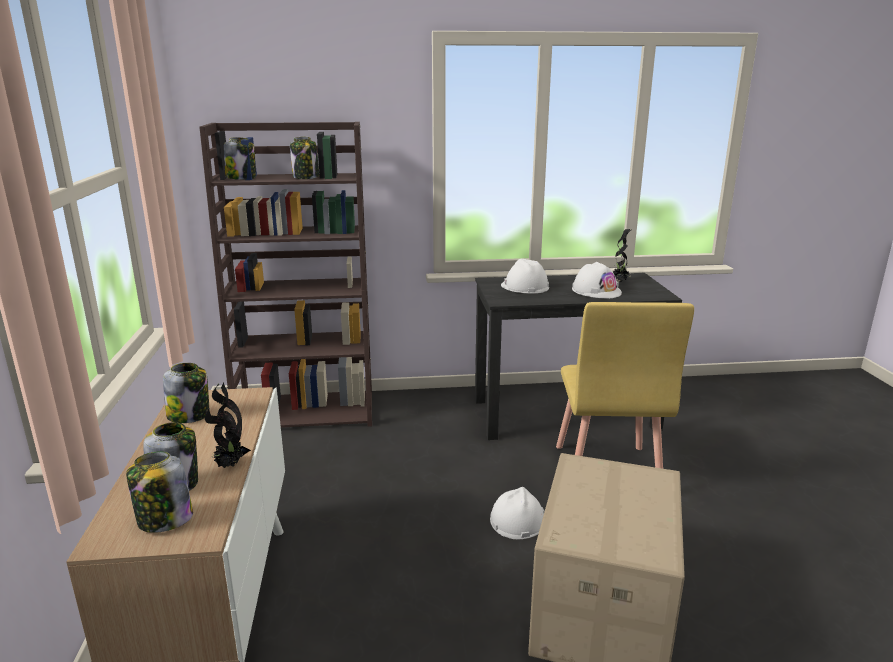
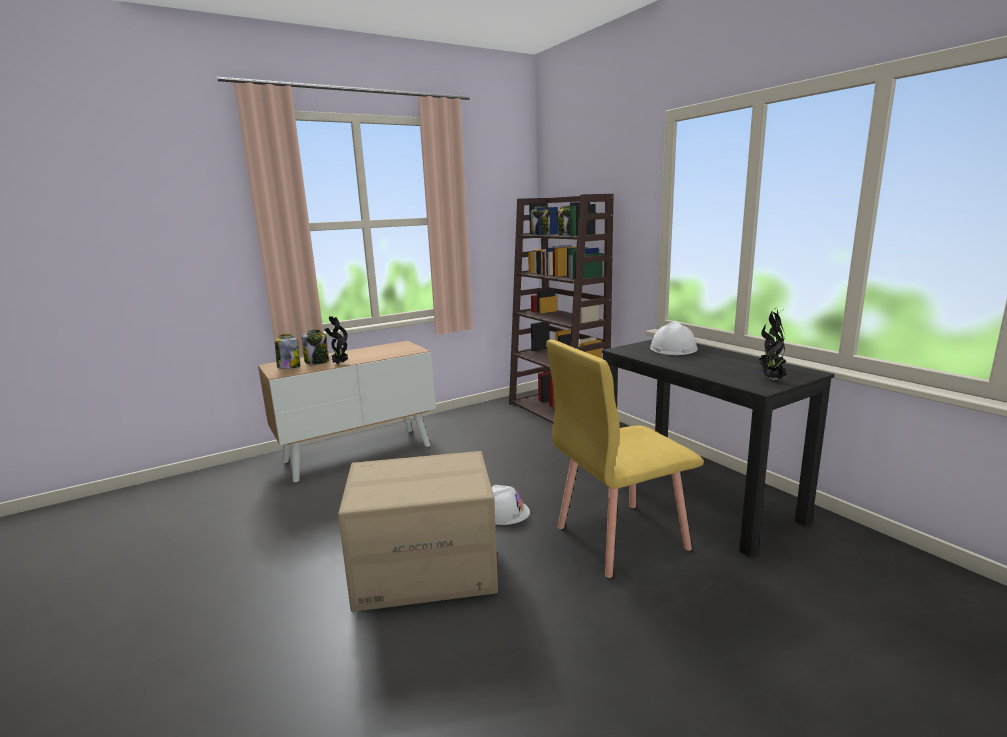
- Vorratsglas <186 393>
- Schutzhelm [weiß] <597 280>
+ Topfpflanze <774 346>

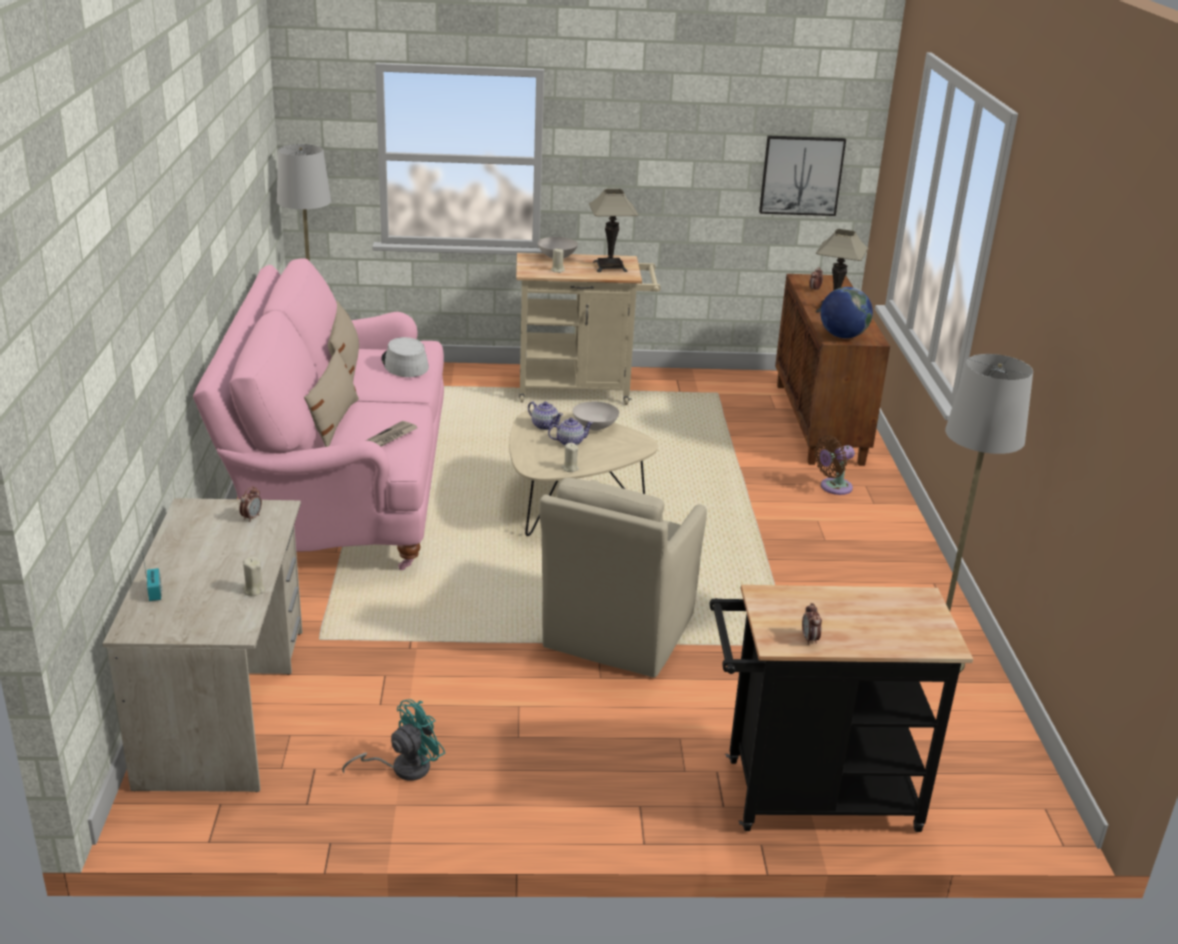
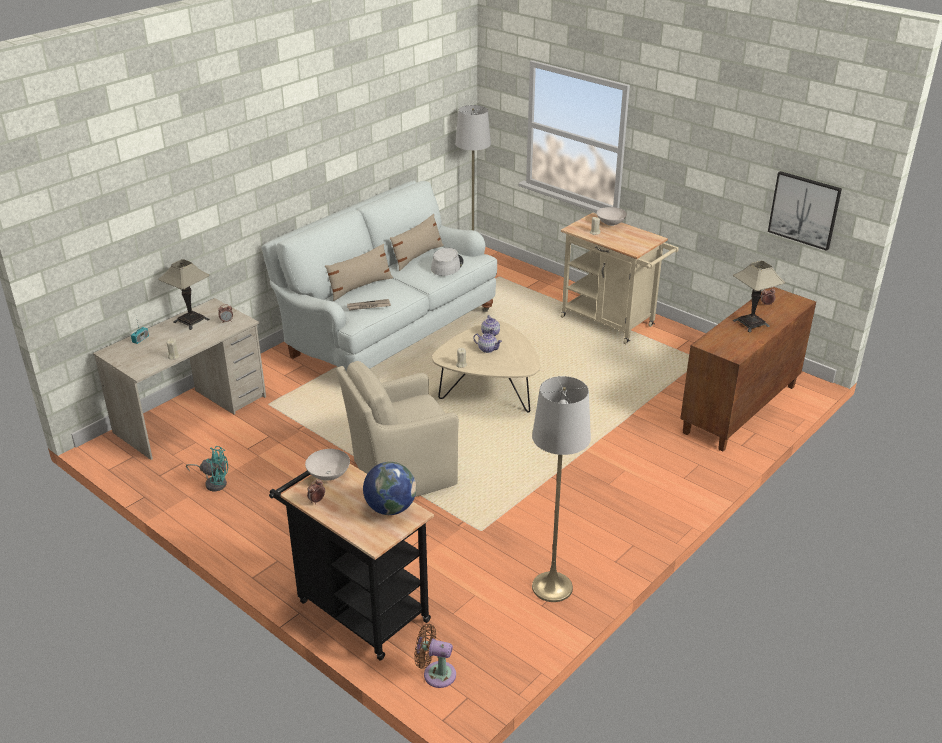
~ Sofa [rosa] <318 414> to Sofa [weiß] <379 276>
~ Schüssel [weiß] <596 416> to <327 465>
~ Tischlampe <614 230> to <184 294>
~ Ventilator [braun] <834 465> to <435 656>
~ Globus <846 312> to <389 488>

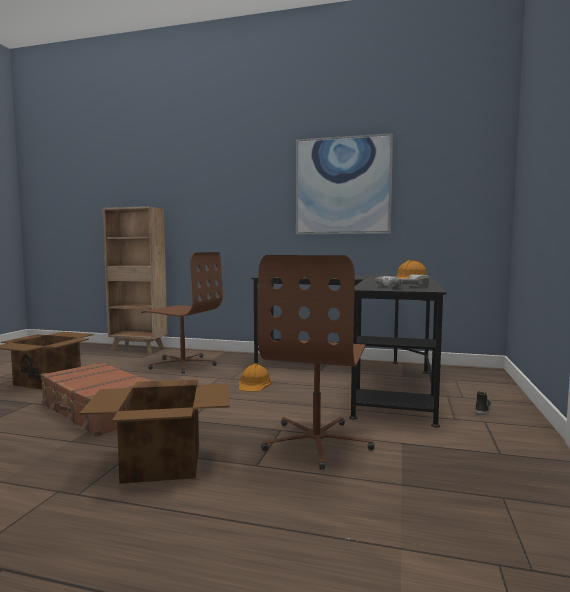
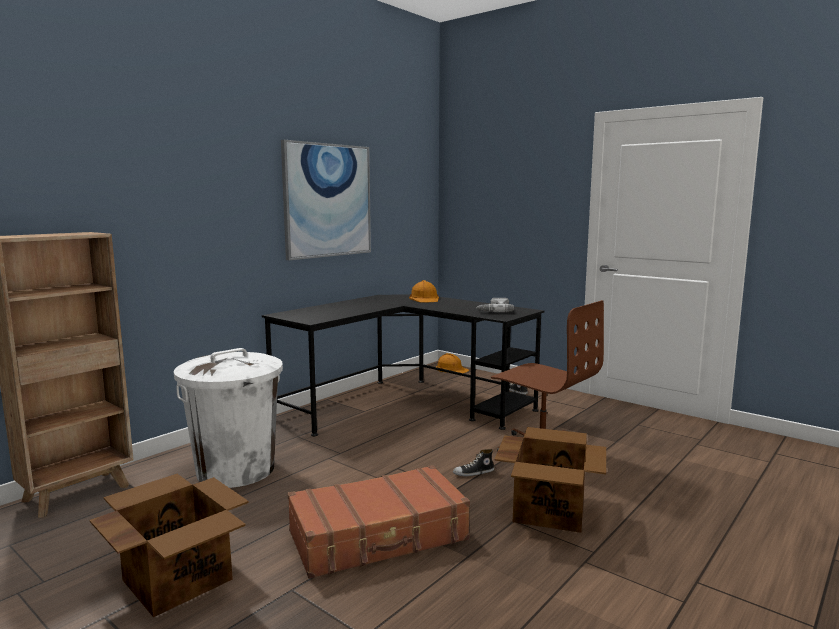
~ Bürostuhl [braun] <182 313> to Mülleimer [weiß] <228 418>
~ Schutzhelm [orange] <255 378> to <452 363>
+ Schuh <474 462>

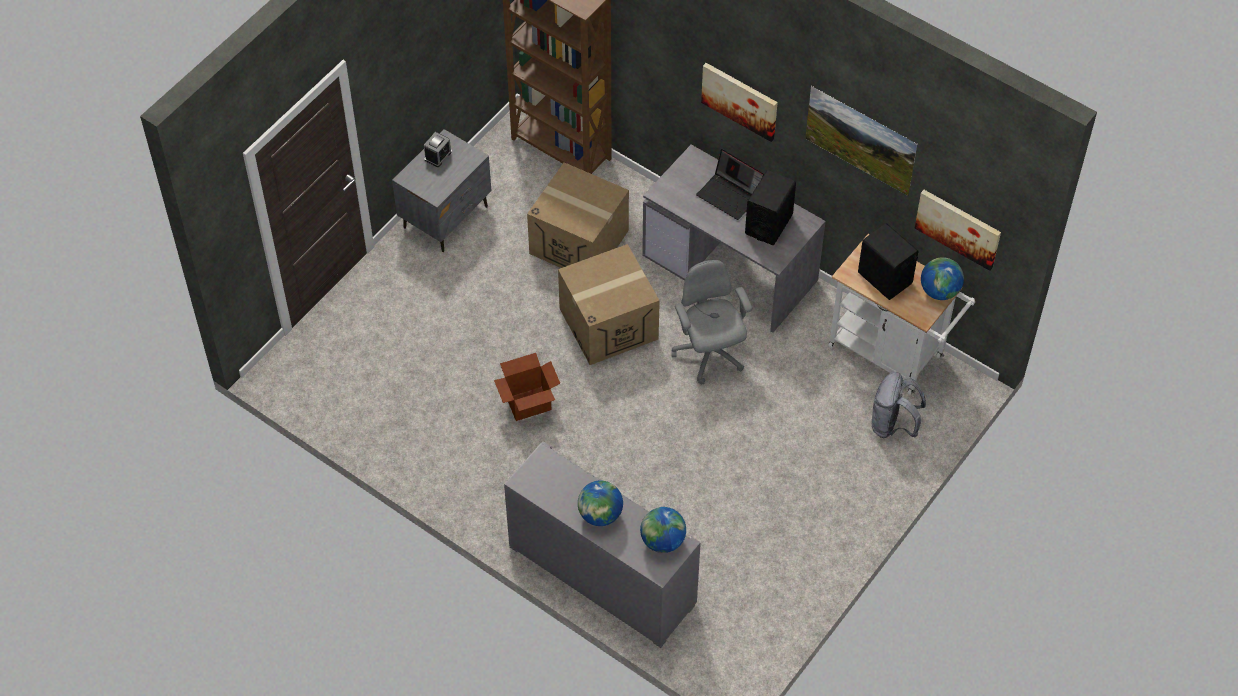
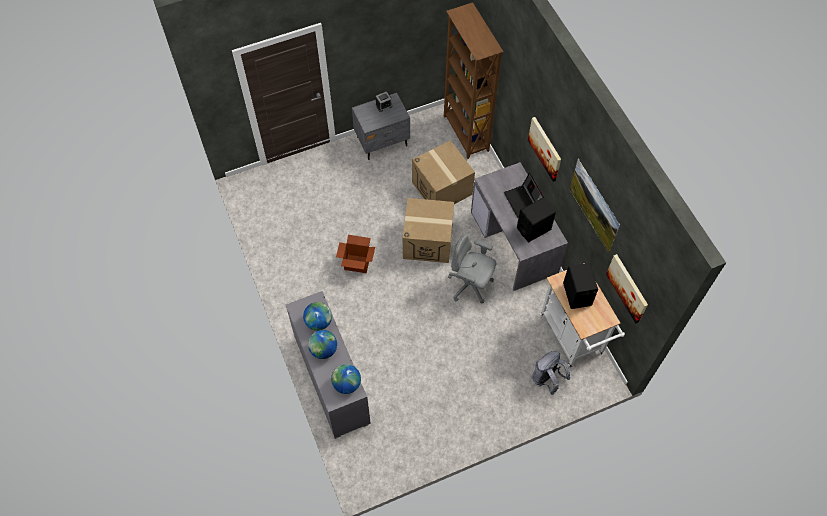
~ Bürostuhl [grau] <712 322> = <472 269> 75 degrees counterclockwise
~ Globus <942 278> to <317 316>

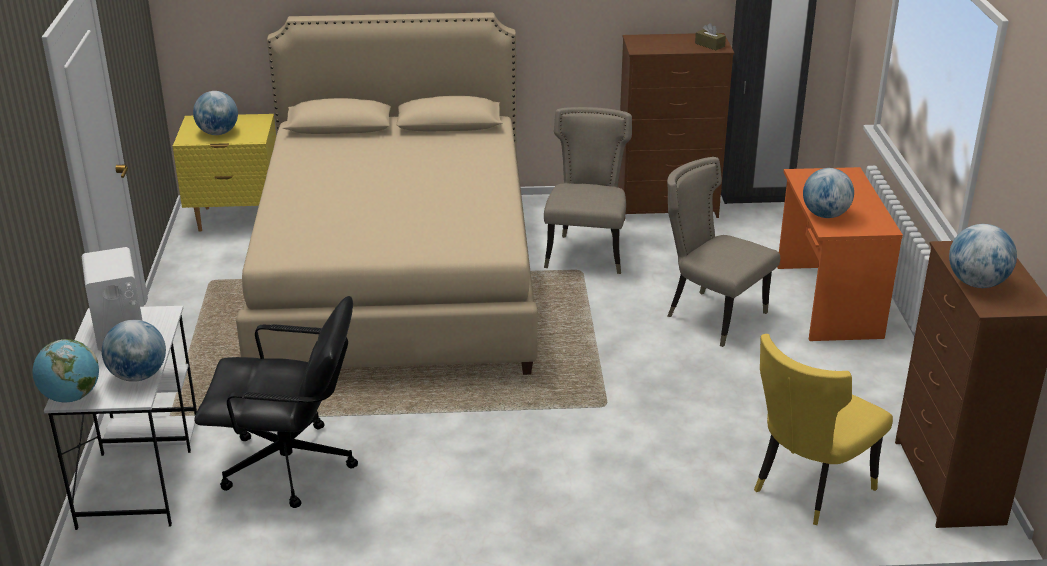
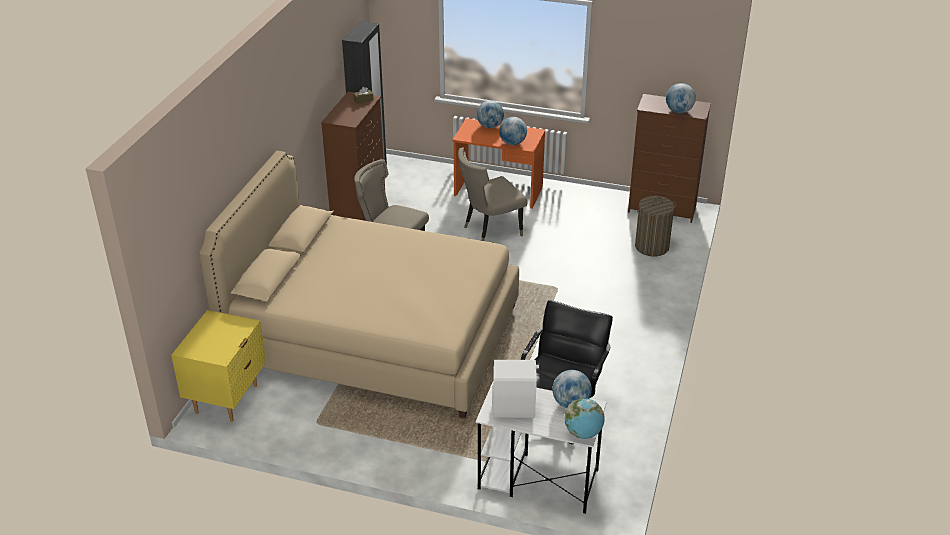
~ Globus <215 113> to <490 114>
~ Stuhl [gelb] <823 429> to Wäschekorb <655 226>

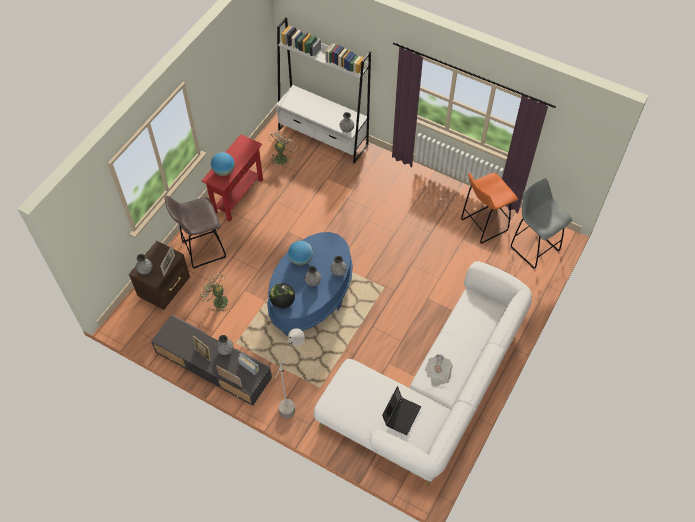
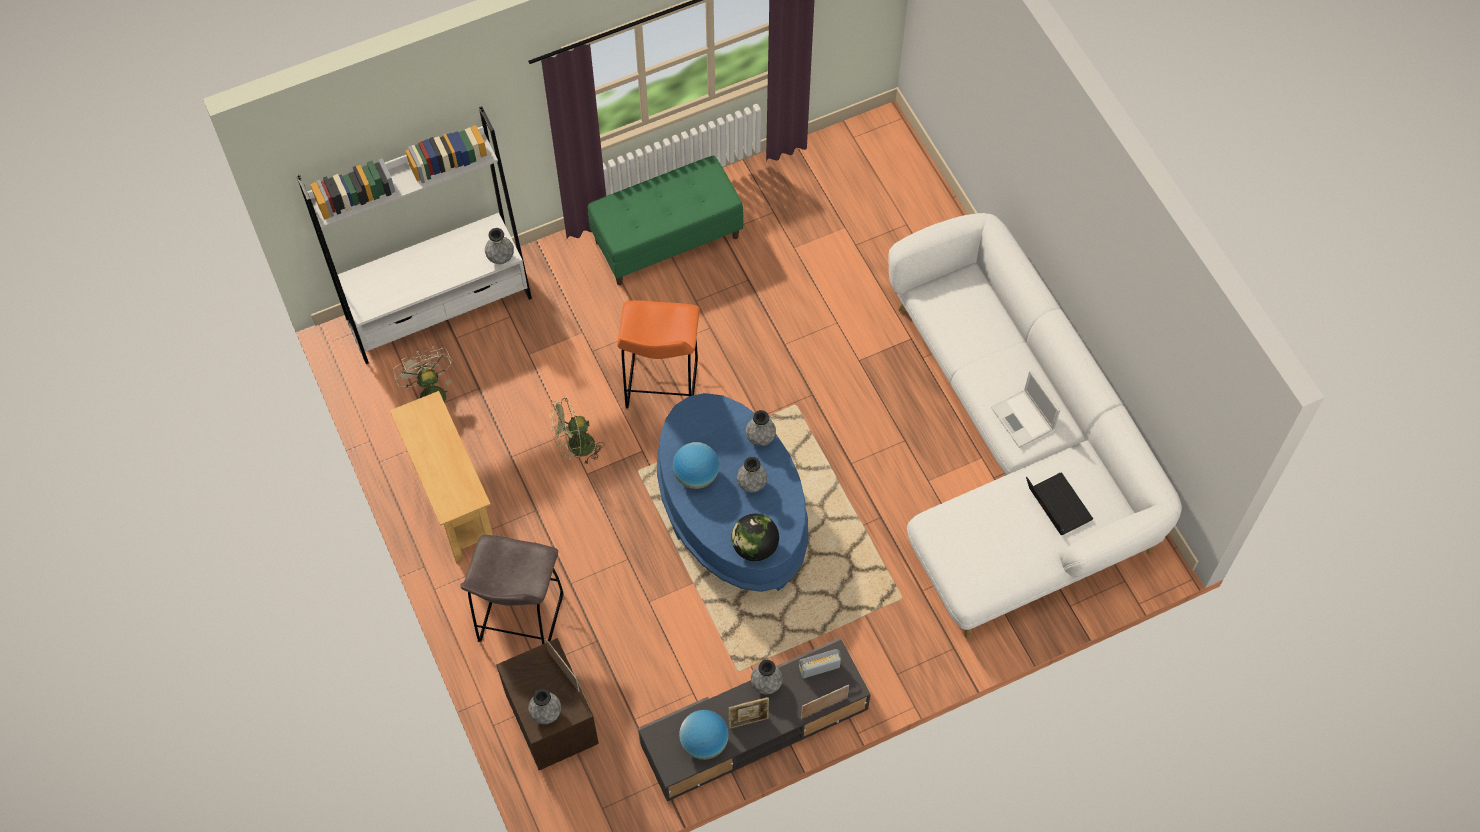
~ Ventilator [grün] <214 291> to <577 431>
~ Konsolentisch [rot] <232 177> to Konsolentisch [beige] <441 477>
~ Globus <223 164> to <704 735>
- Stehlampe [grau] <290 373>
~ Zeitung <439 370> to Laptop <1025 409>
~ Hocker [orange] <489 208> to <658 355>
- Hocker [grau] <541 223>
+ Bank [grün] <666 220>

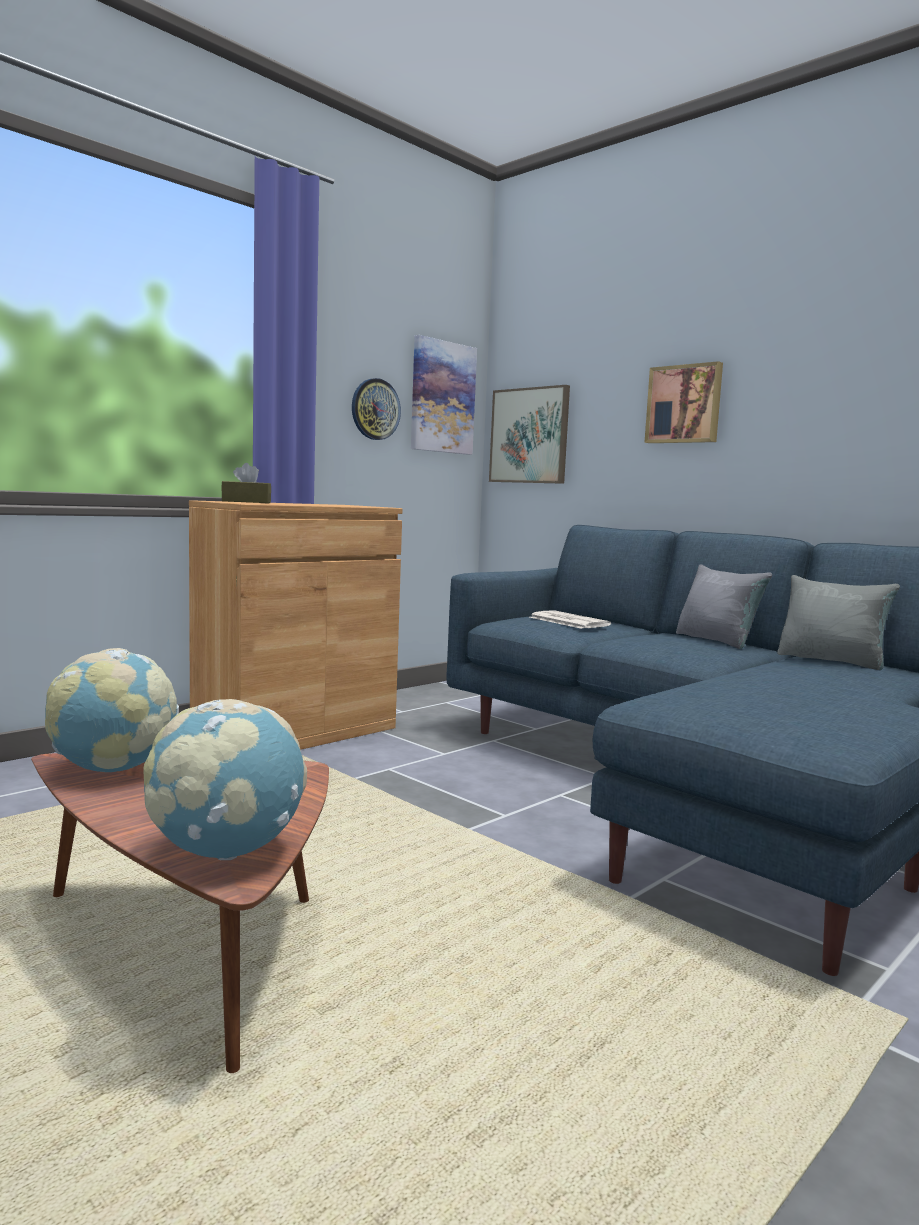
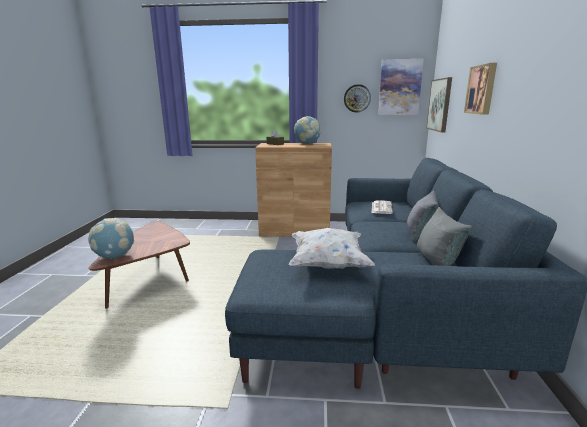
~ Globus <112 710> to <307 130>
+ Kissen [weiß] <332 248>

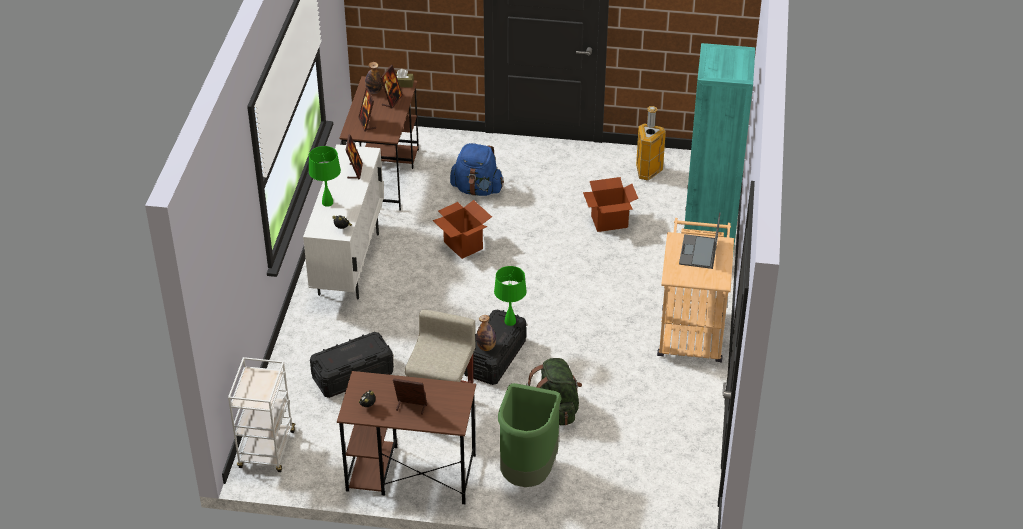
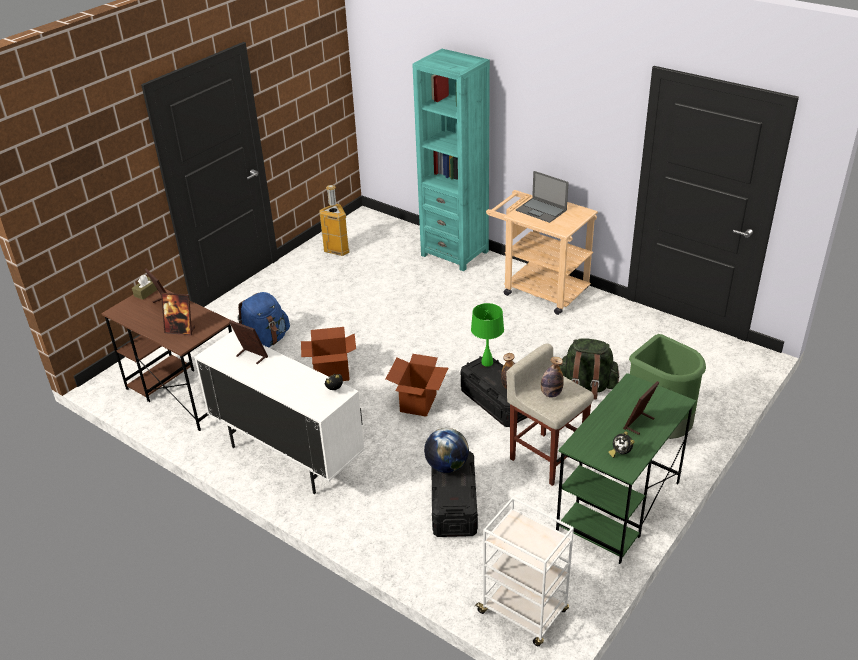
- Tischlampe [grün] <325 176>
~ Schreibtisch [braun] <406 437> to Schreibtisch [grün] <626 468>
~ Flasche <374 78> to <552 377>
~ Karton <611 204> to <417 385>
+ Globus <446 450>

